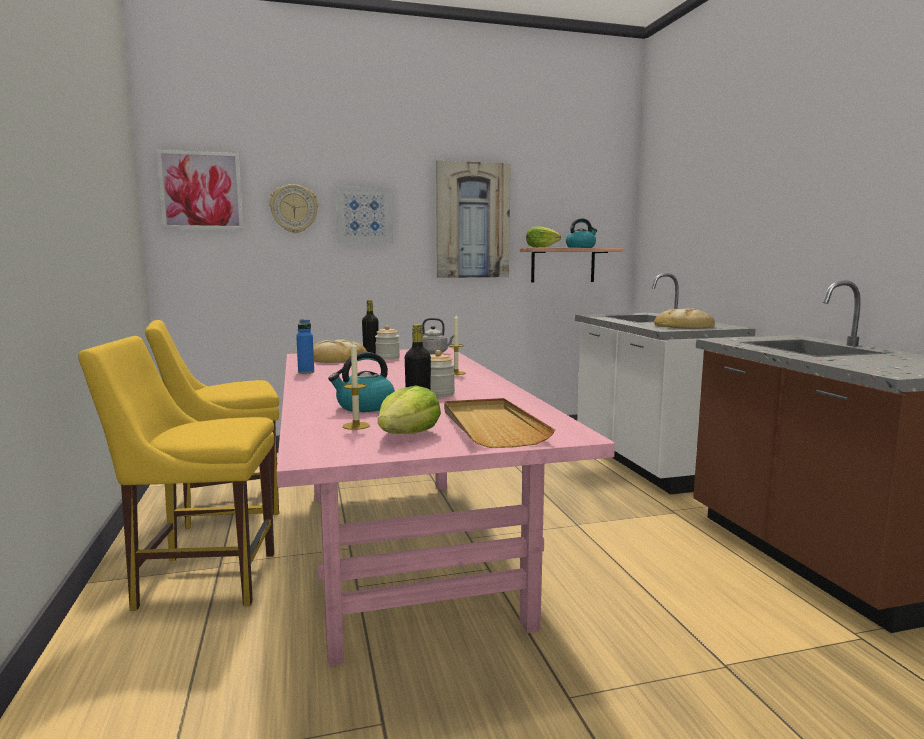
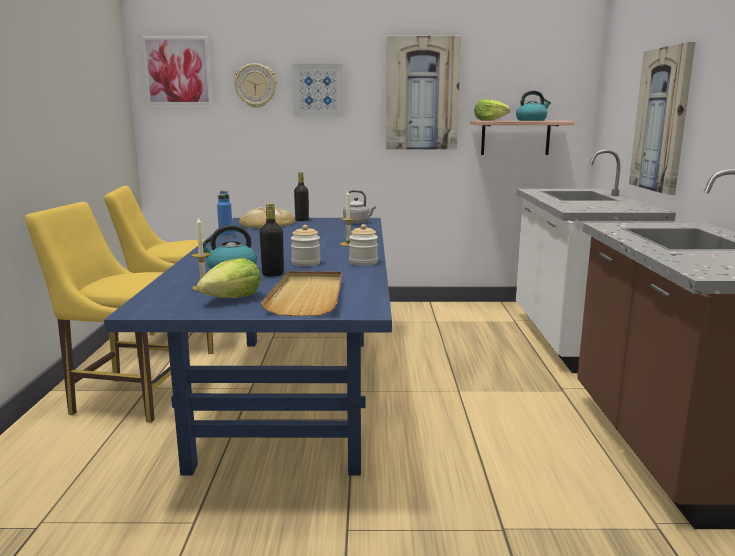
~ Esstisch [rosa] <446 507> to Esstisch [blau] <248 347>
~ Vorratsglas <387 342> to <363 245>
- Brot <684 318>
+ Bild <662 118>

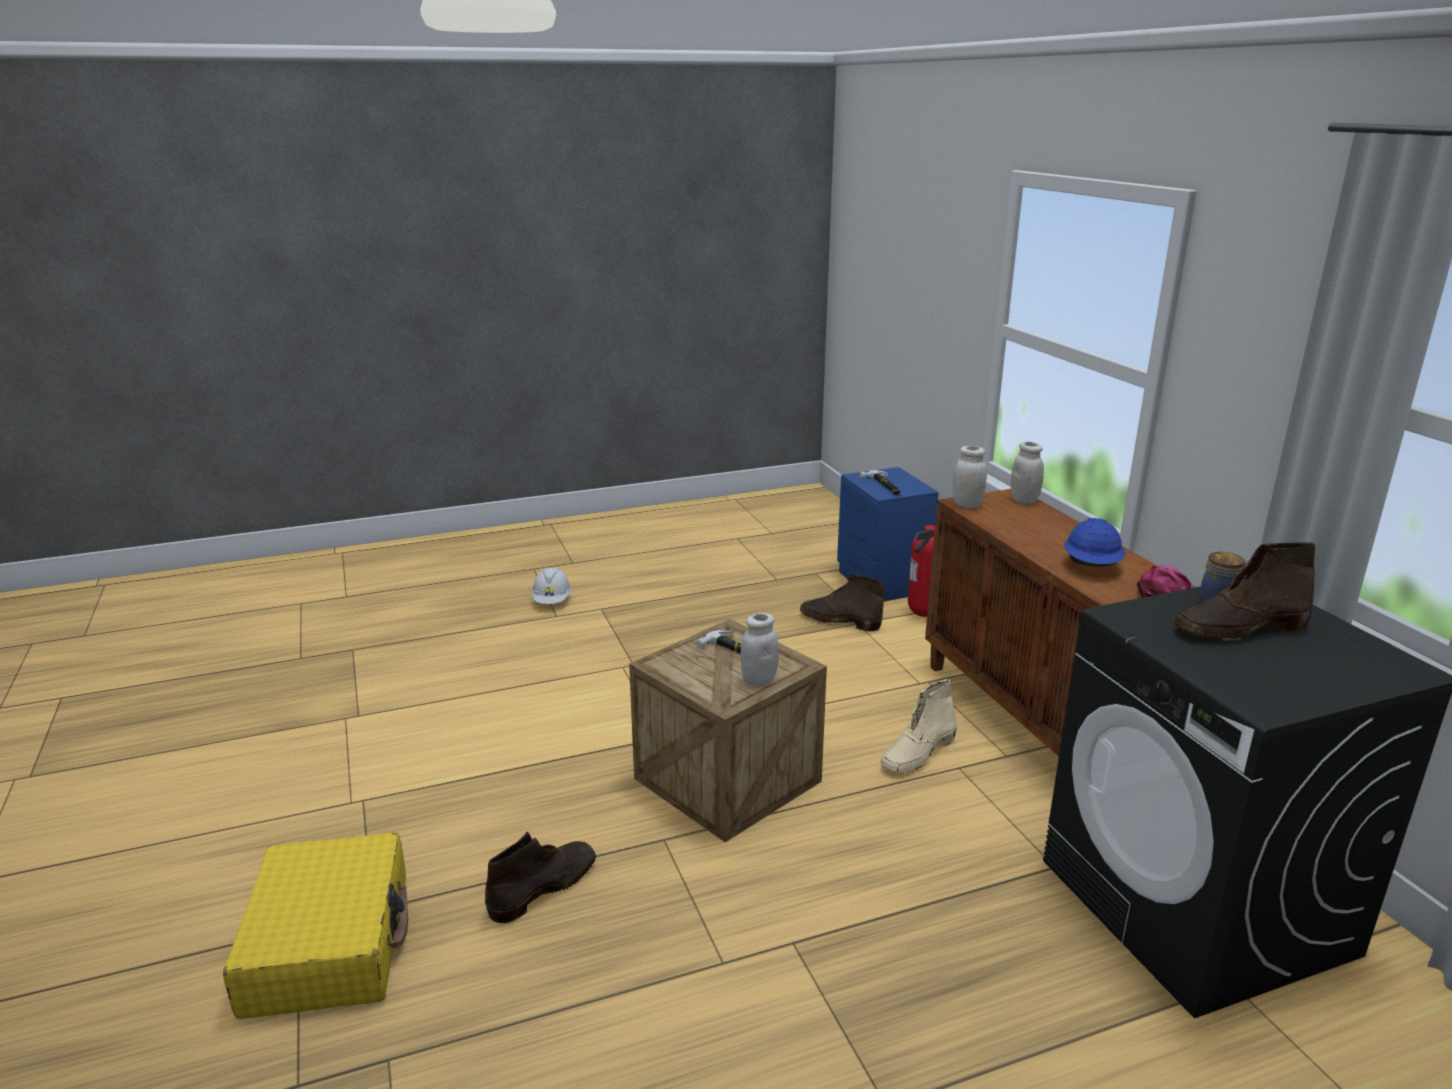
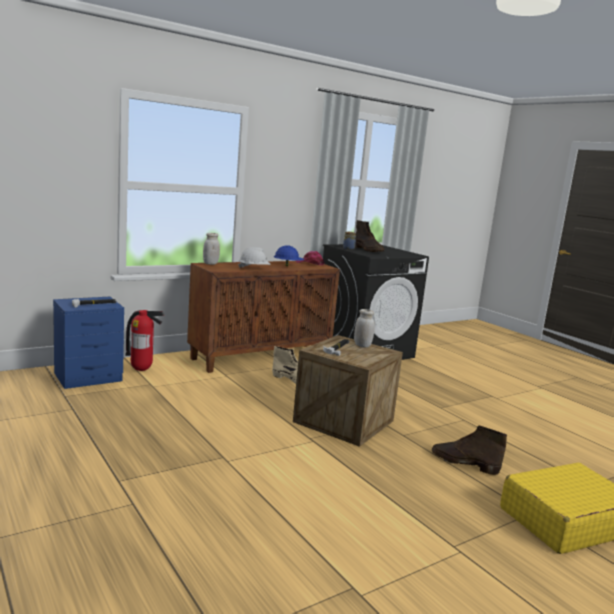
~ Schutzhelm [weiß] <551 586> to <254 257>
- Stiefel [braun] <842 602>
- Vorratsglas [weiß] <969 477>

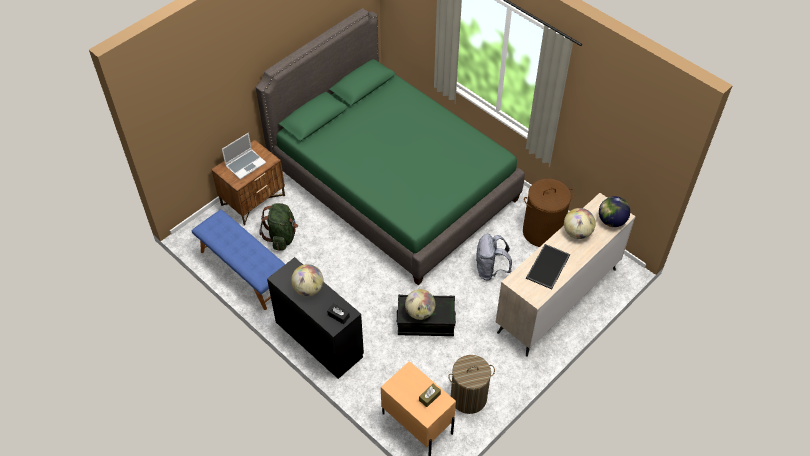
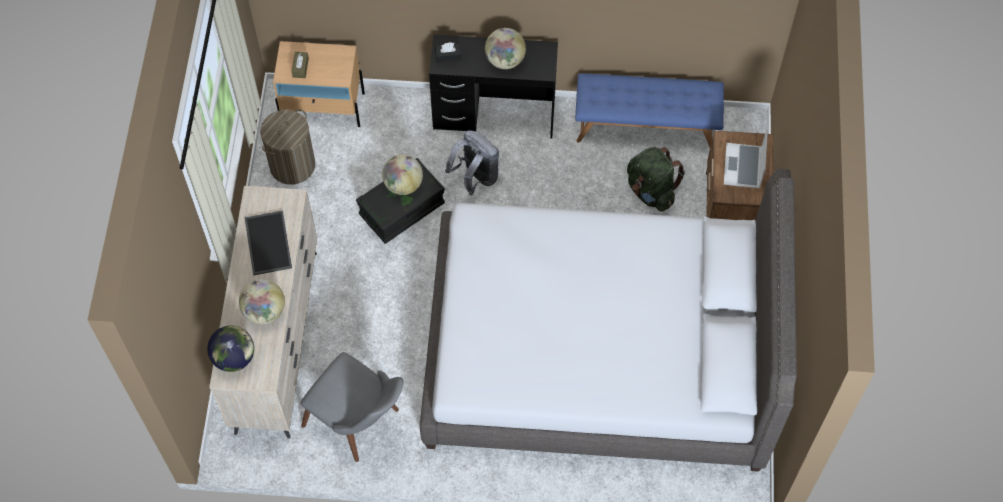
~ Bett [grün] <390 146> to Bett [grau] <608 320>
~ Rucksack [grau] <494 257> to <472 162>
~ Wäschekorb [braun] <549 213> to Stuhl [grau] <351 407>

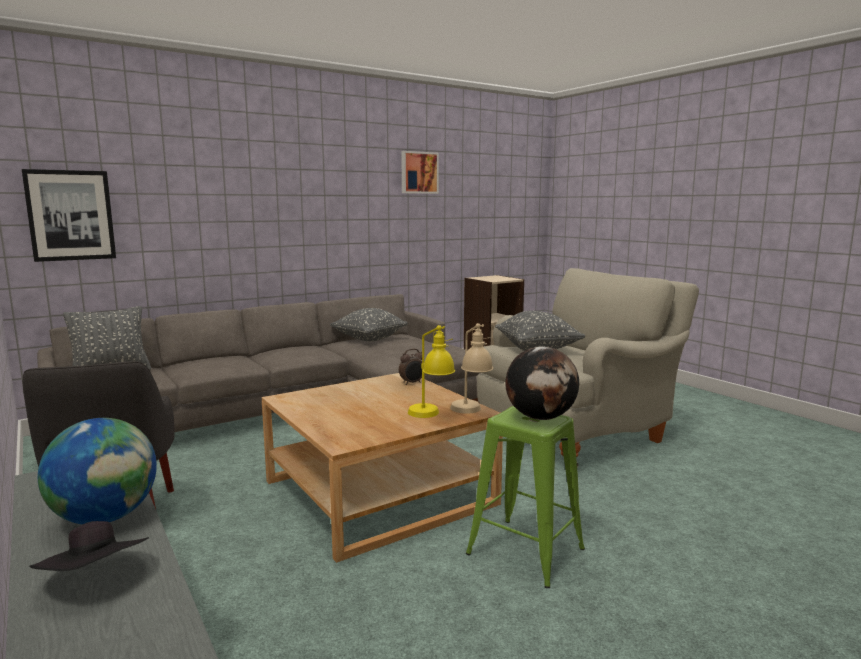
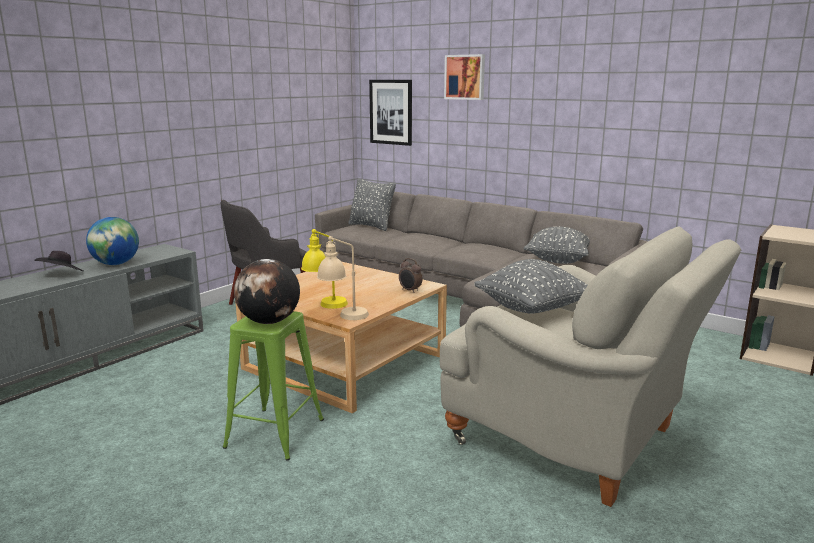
~ Bild <420 172> to <464 77>

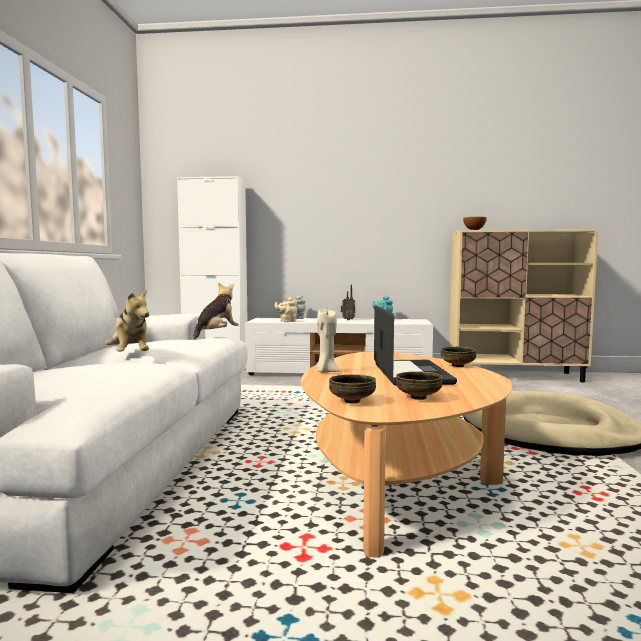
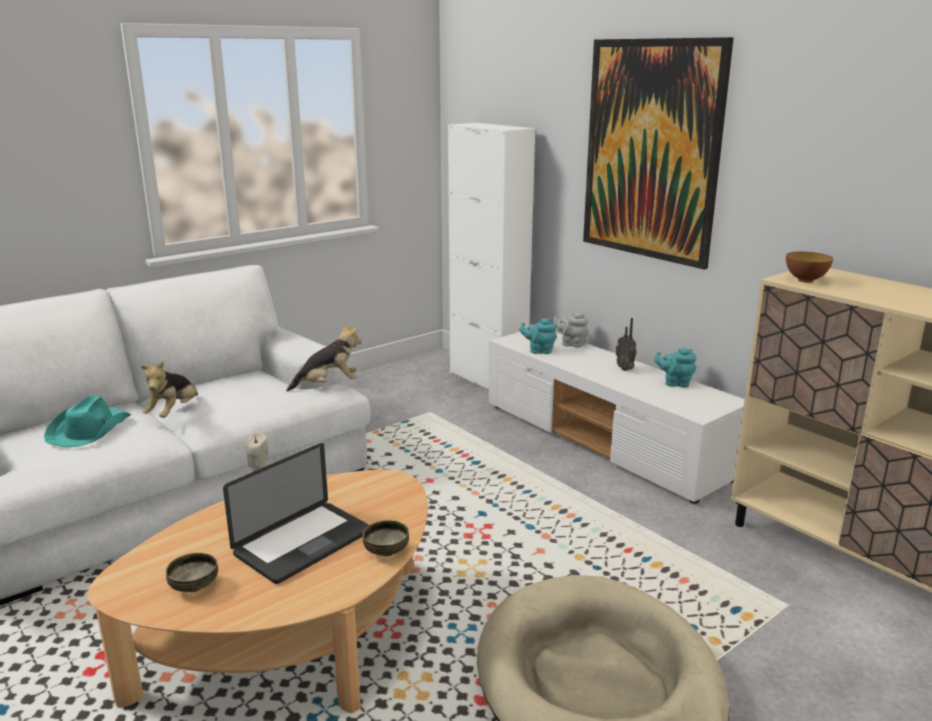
~ Teekanne [beige] <286 309> to Teekanne [türkis] <538 336>
- Schüssel <352 389>
+ Hut [türkis] <87 421>
+ Bild <658 153>

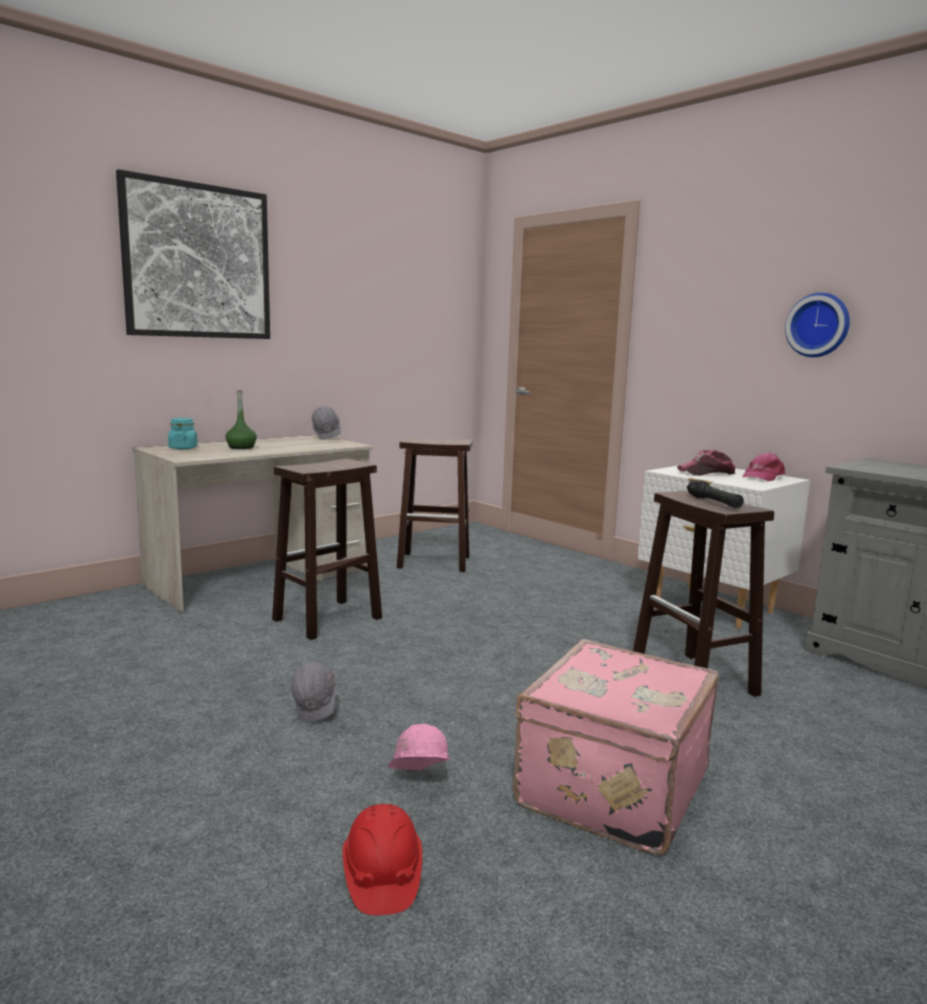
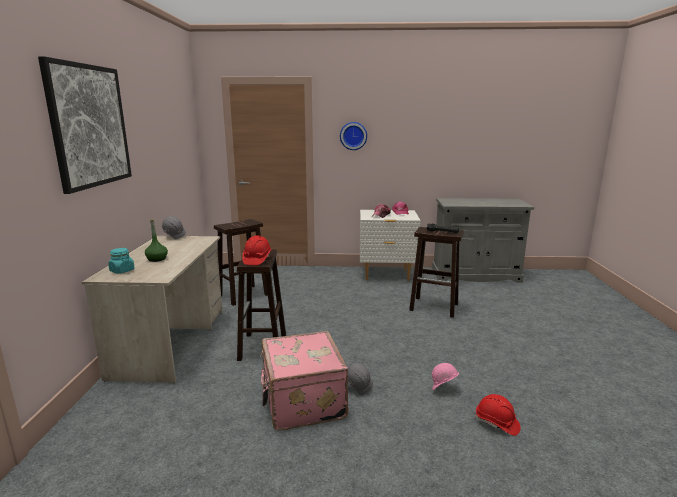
~ Koffer [rosa] <616 747> to <304 381>
~ Wanduhr <817 325> to <353 136>
+ Schutzhelm [rot] <257 250>

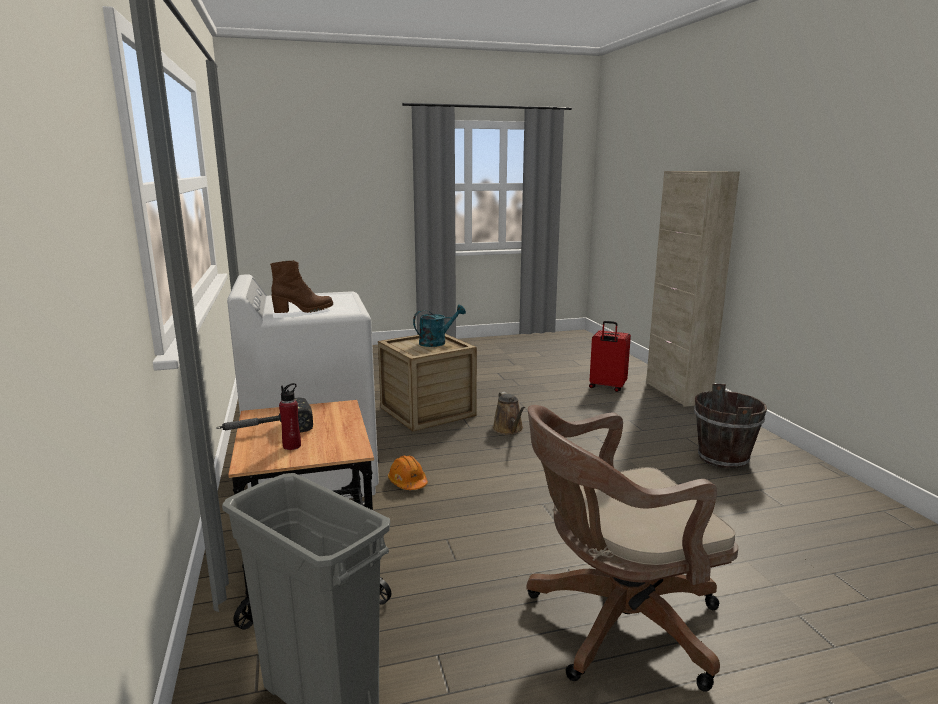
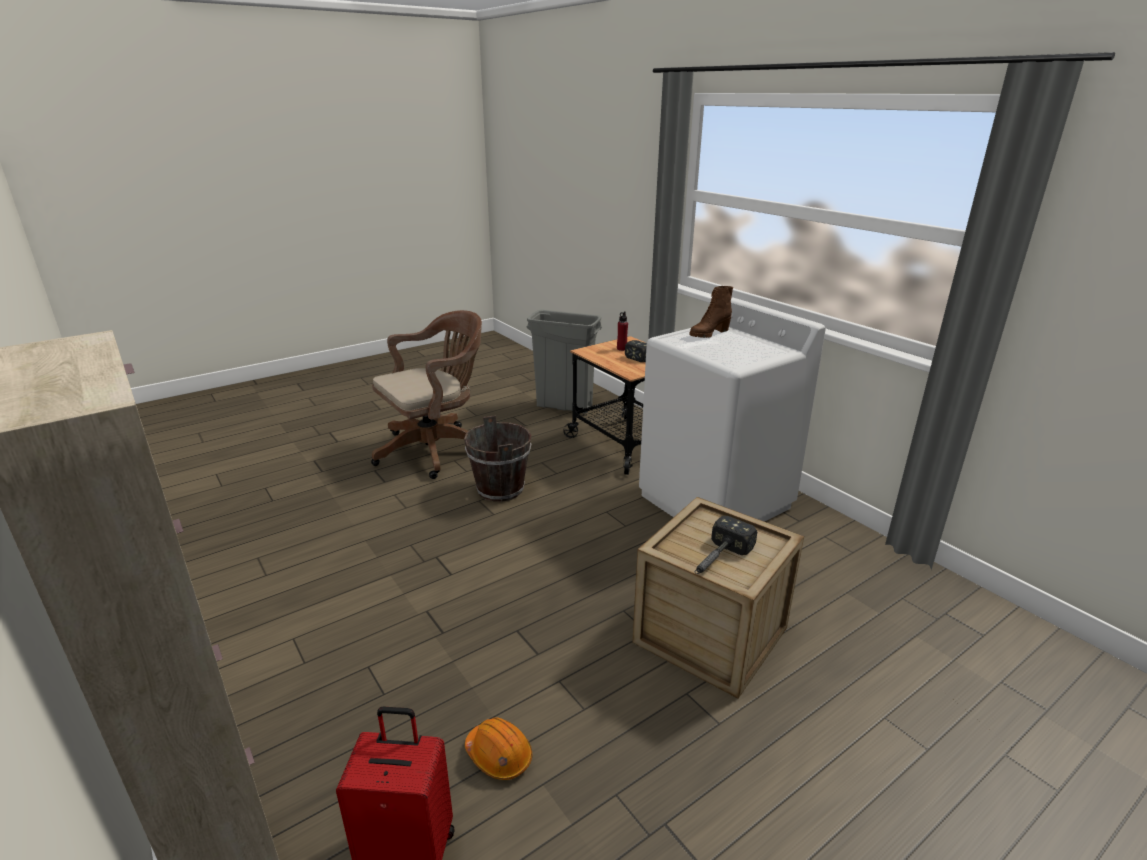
~ Schutzhelm [orange] <408 472> to <498 748>
~ Gießkanne [türkis] <439 326> to Hammer <726 545>
- Gießkanne [braun] <509 413>
~ Eimer [braun] <730 426> to <497 458>

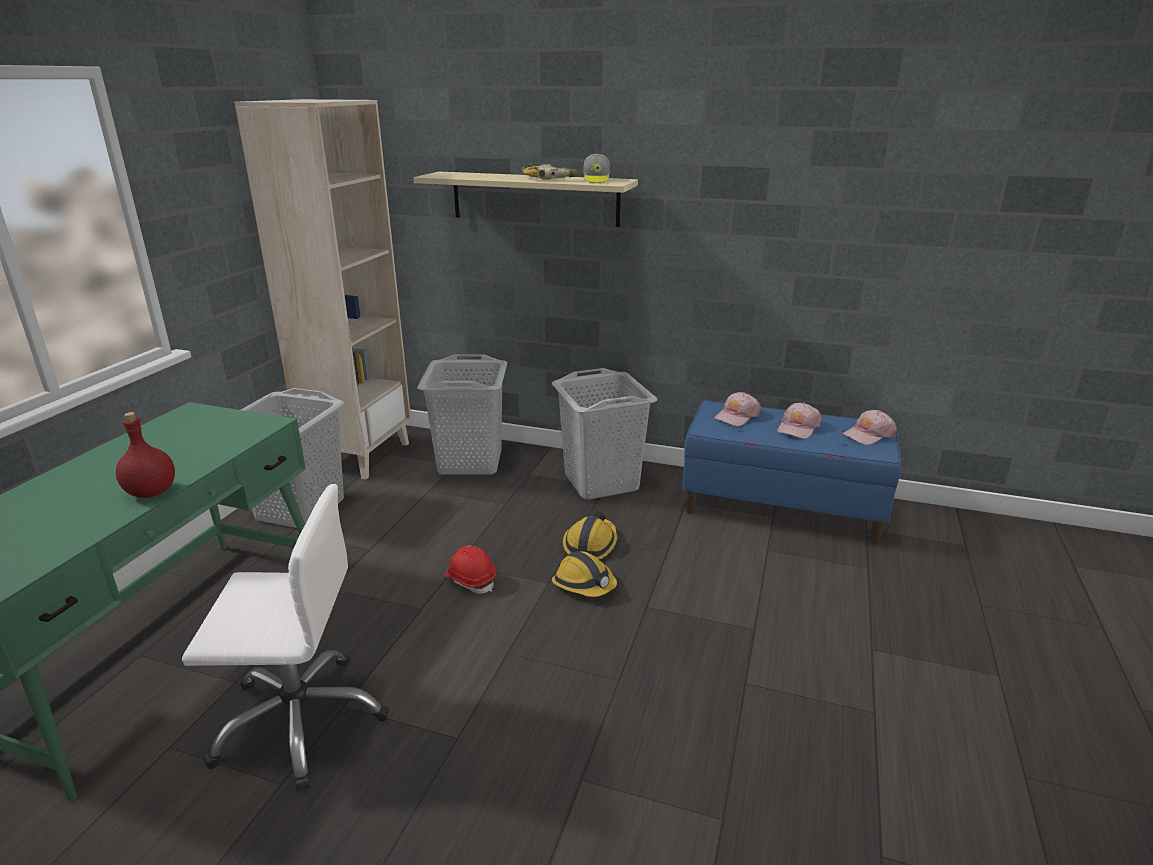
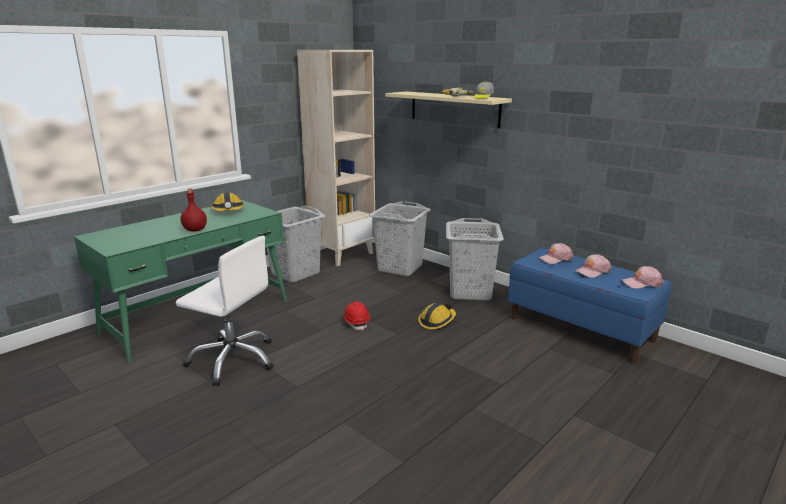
~ Schutzhelm <584 574> to <228 201>

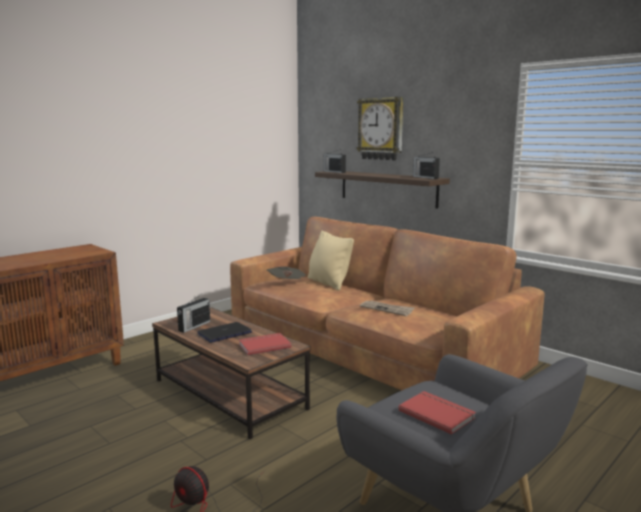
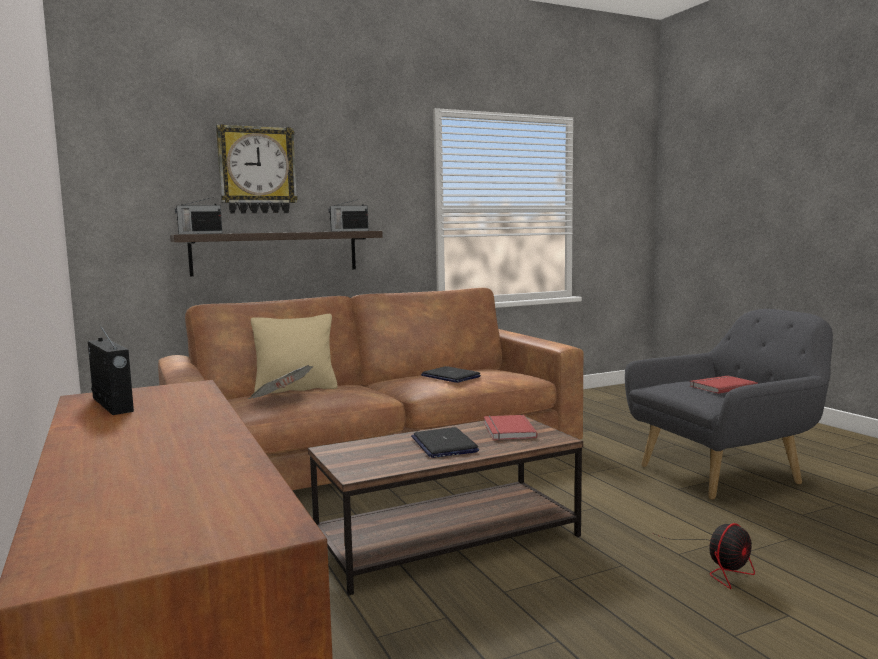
~ Radio <193 314> to <111 369>
~ Zeitung <387 308> to Laptop <451 374>

